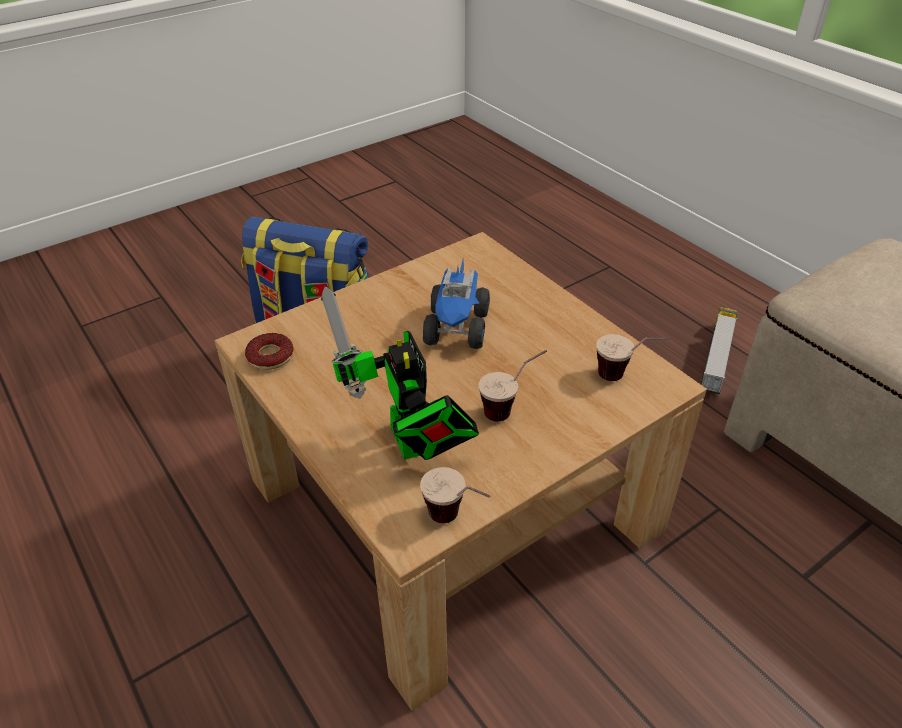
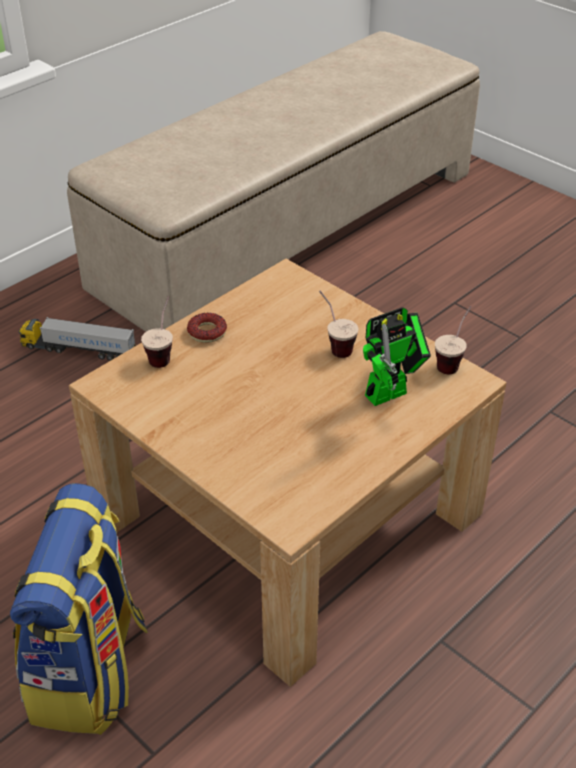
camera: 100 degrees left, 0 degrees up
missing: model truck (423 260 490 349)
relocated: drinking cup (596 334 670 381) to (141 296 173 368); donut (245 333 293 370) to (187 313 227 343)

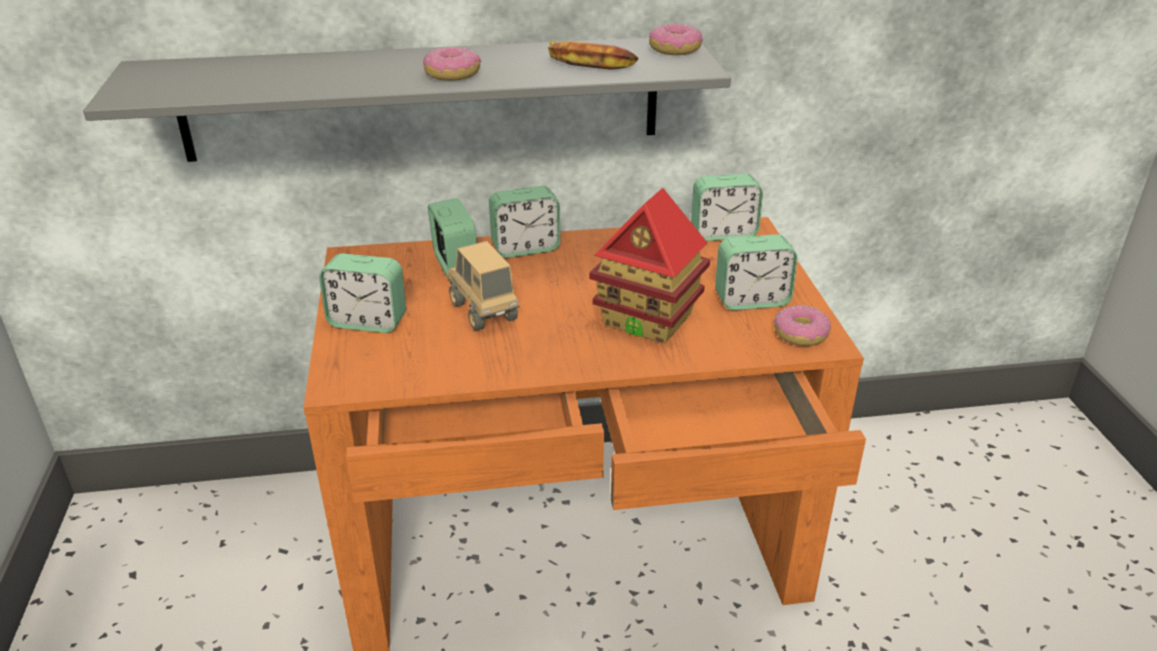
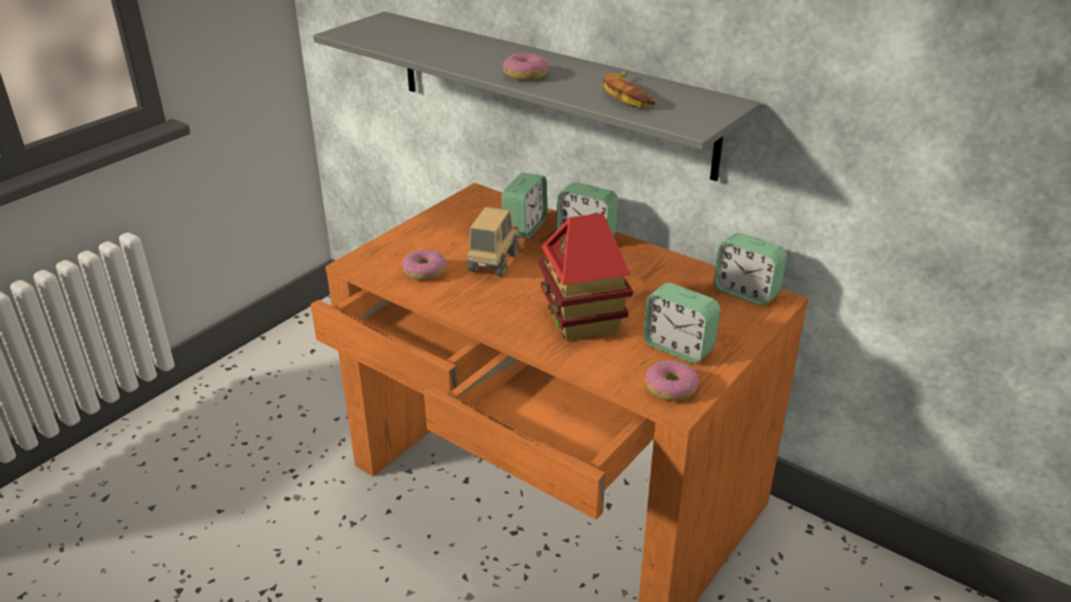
camera: 45 degrees right, 0 degrees up
missing: alarm clock (319 253 406 333)
relocated: donut (649 23 703 55) to (401 249 446 280)

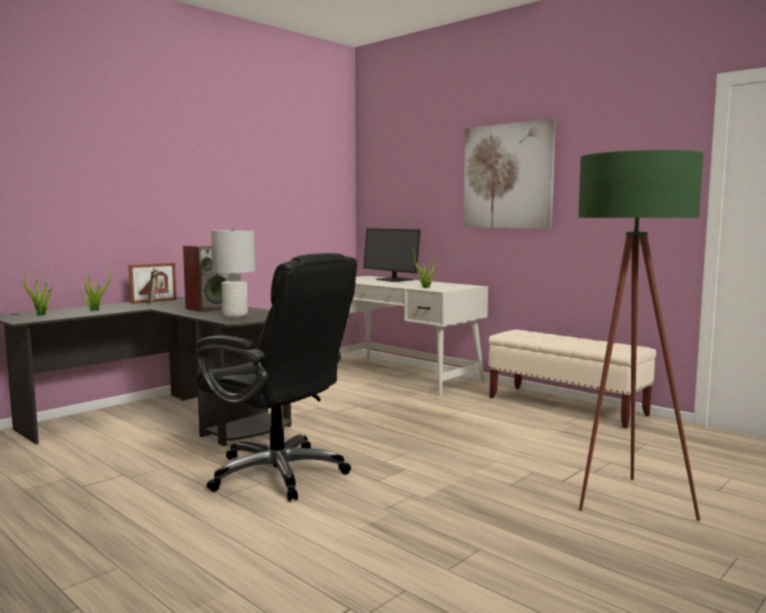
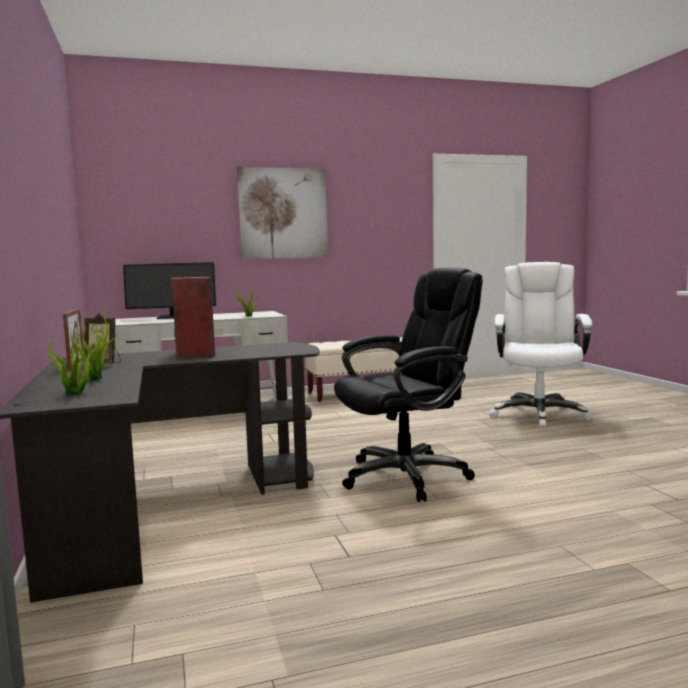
camera: 60 degrees left, 0 degrees up
missing: greyish tabletop lamp (211 229 255 318)
exchanged: green standard lamp (578 150 703 521) to white-coloured desk chair (490 262 593 427)

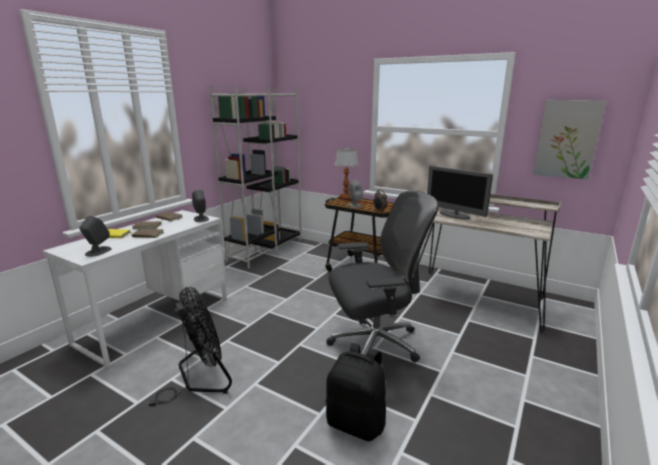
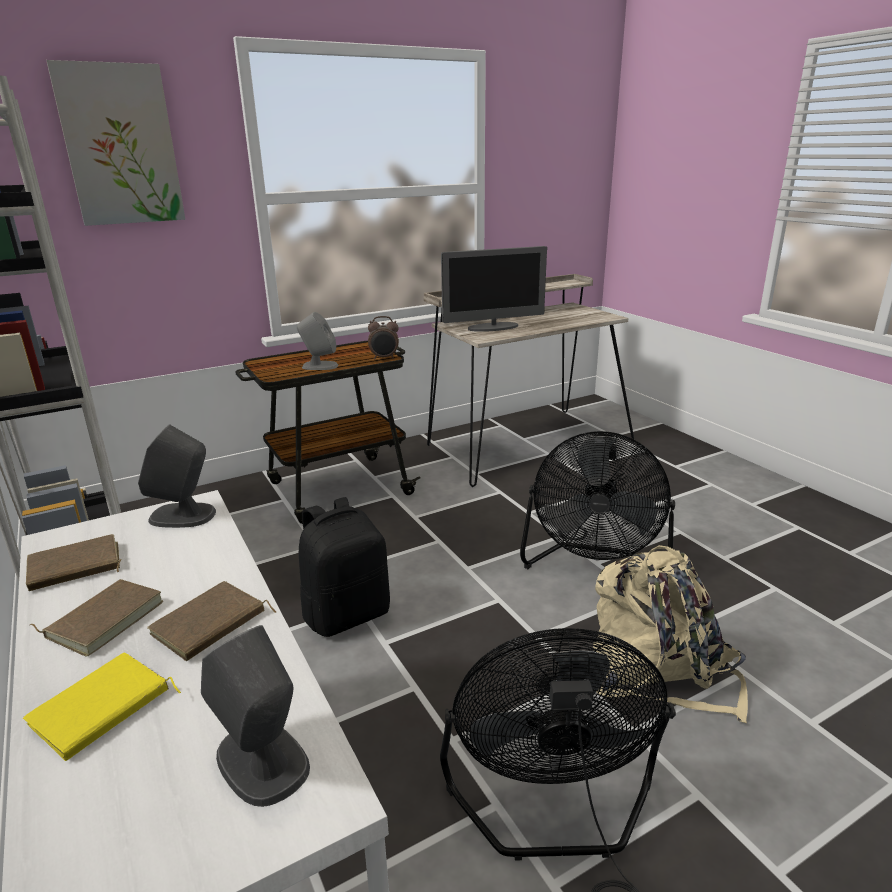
camera: 60 degrees left, 5 degrees up
missing: tabletop lamp (335 149 359 200)
appeared: beige-coloured knapsack (593 545 748 723)
relocated: picture (533 100 606 180) to (46 60 186 226); blackish knapsack (325 343 386 441) to (299 497 390 637)
exchanged: desk chair (326 191 439 362) to blackish electric fan (520 431 675 569)

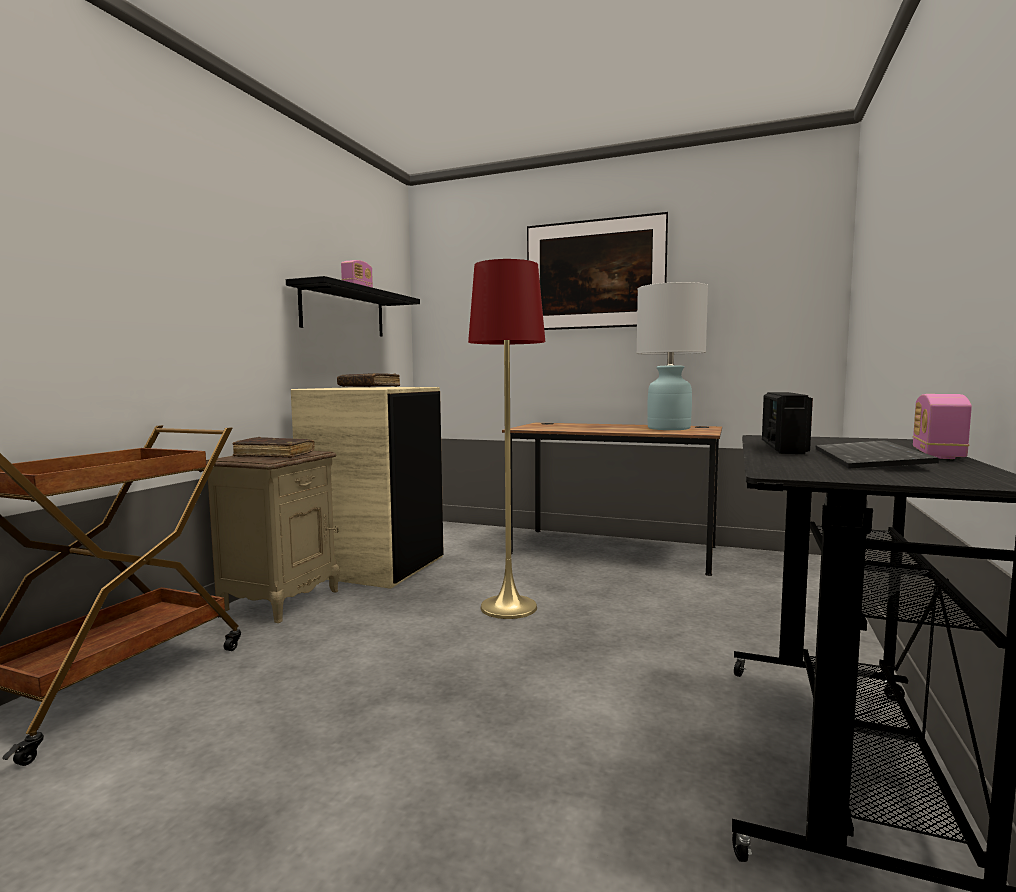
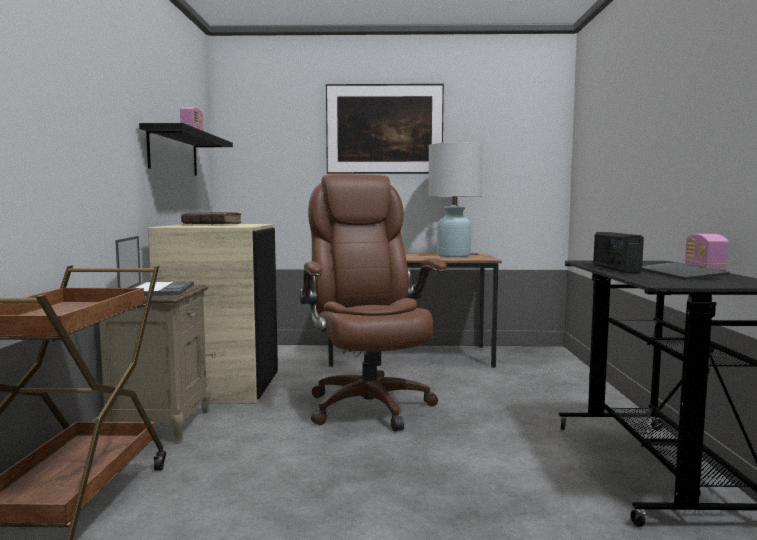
camera: 20 degrees left, 0 degrees up
exchanged: brownish bound book (232 437 315 458) to laptop (115 236 194 296); red standard lamp (468 259 545 619) to brownish desk chair (300 174 447 432)

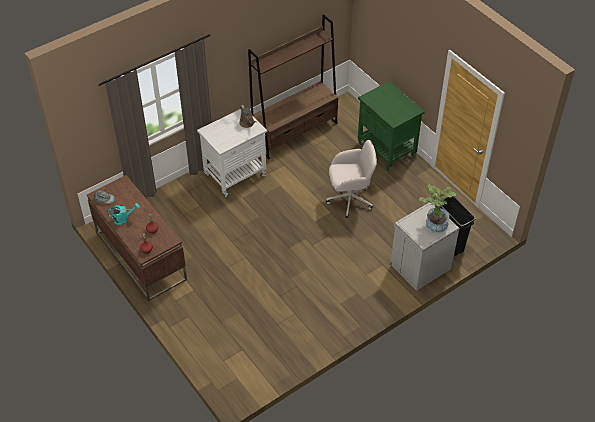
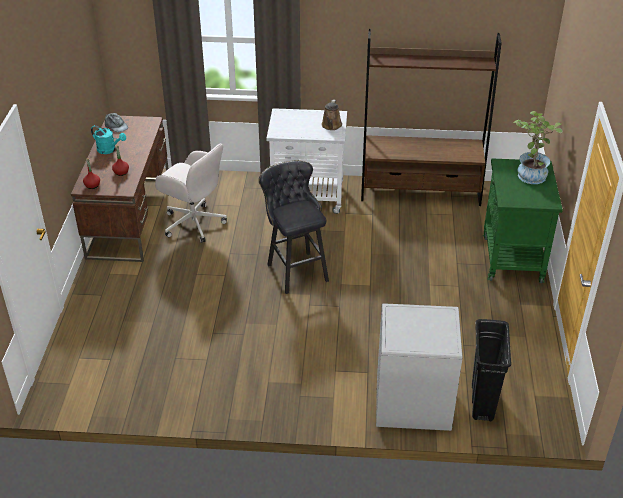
camera: 40 degrees right, 10 degrees down
appeared: blackish stool (259 160 329 294)
relocated: white-coloured desk chair (326 140 377 218) to (155 143 227 243); plant in a pot (419 184 456 233) to (514 111 562 184)

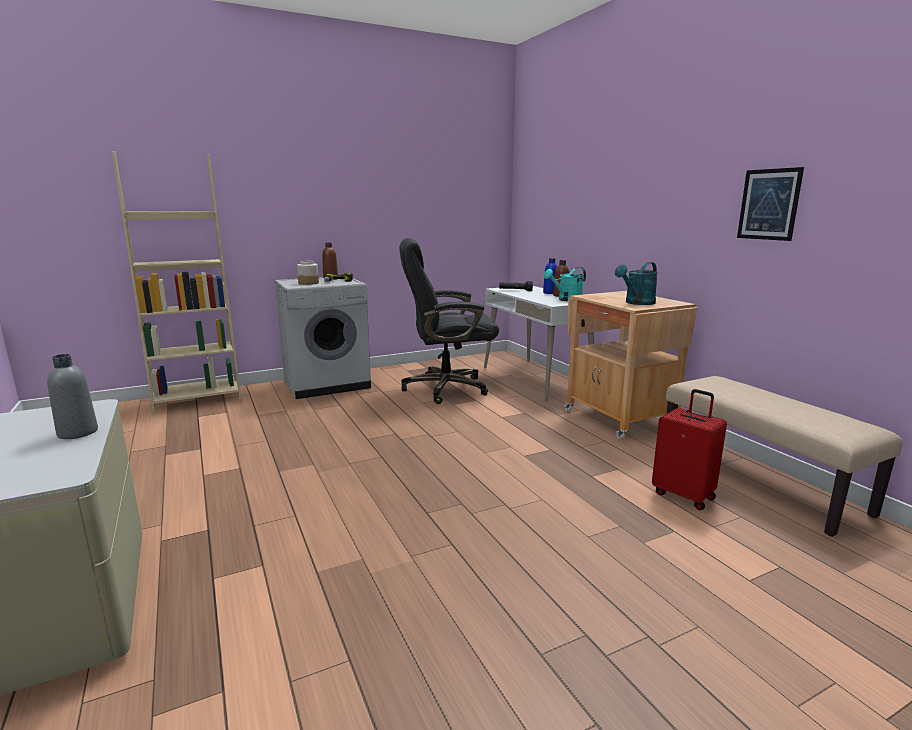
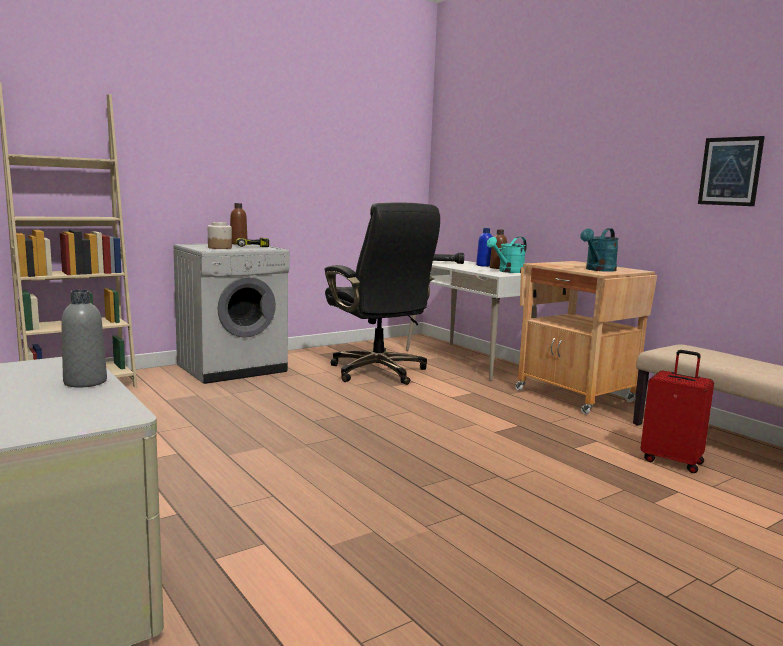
camera: 10 degrees left, 5 degrees down
spun: blackish desk chair (399 238 499 404) = (325 202 440 385) 105 degrees counterclockwise

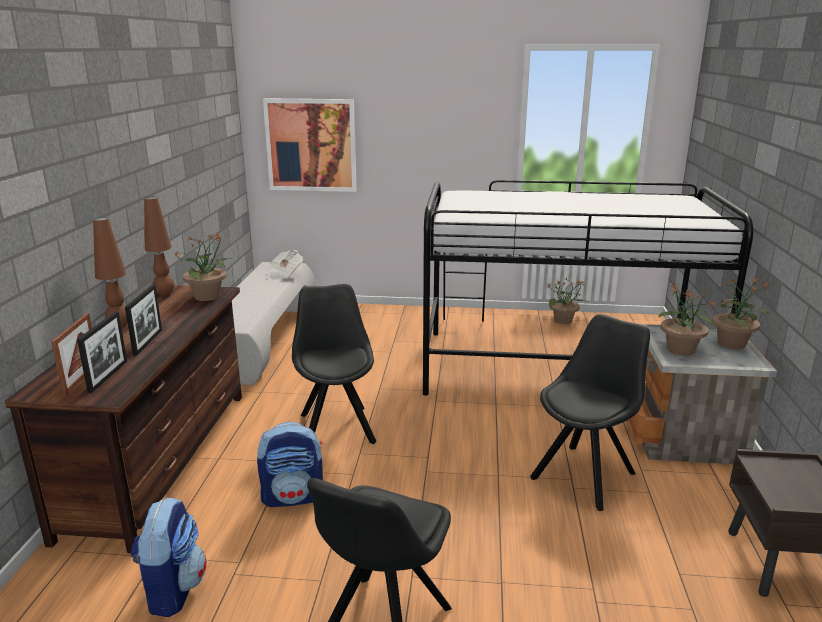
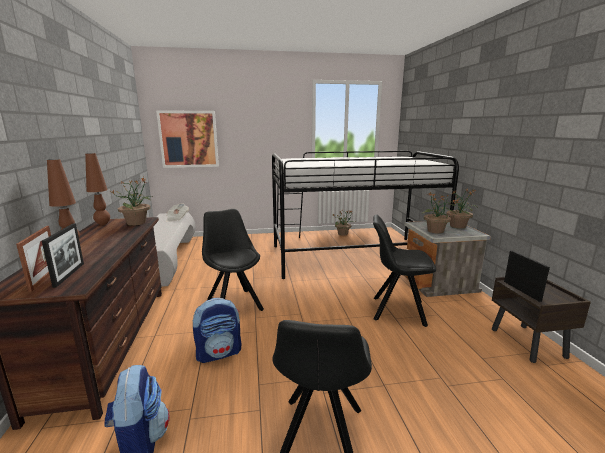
camera: 15 degrees left, 5 degrees down
relocated: picture frame (125 285 162 356) to (504 250 550 302)
spun: blackish upright chair (530 314 650 511) = (373 214 436 327) 105 degrees counterclockwise

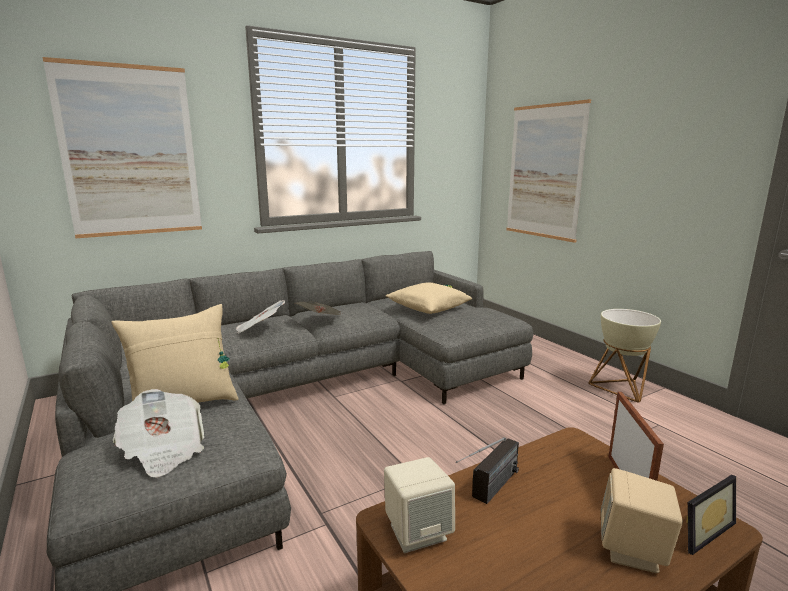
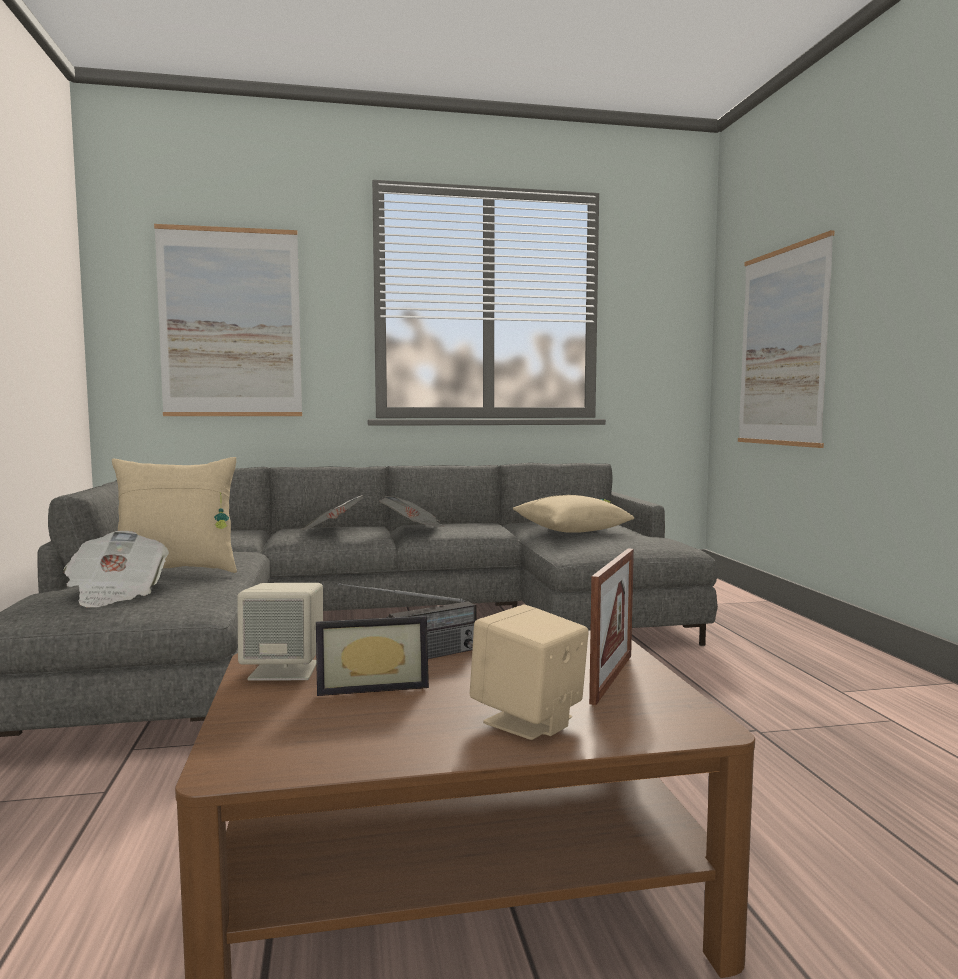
camera: 20 degrees right, 10 degrees down
missing: planter (588 309 661 403)
relocated: picture frame (687 475 736 555) to (316 616 429 696)

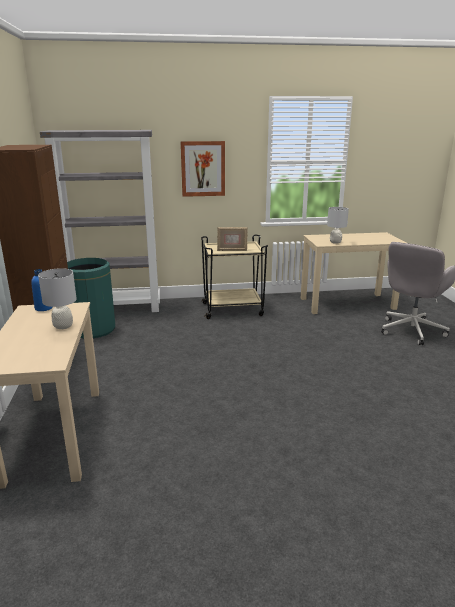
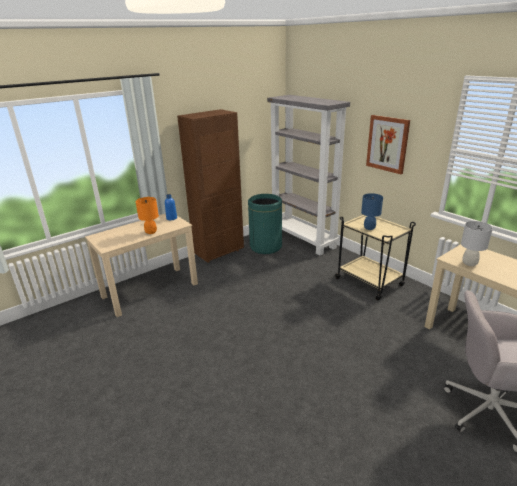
camera: 60 degrees right, 5 degrees up
exchanged: picture frame (217 227 248 251) to bluish tabletop lamp (361 193 383 230)
colour: greyish tabletop lamp (38 268 77 330) to orangey tabletop lamp (136 197 159 234)

